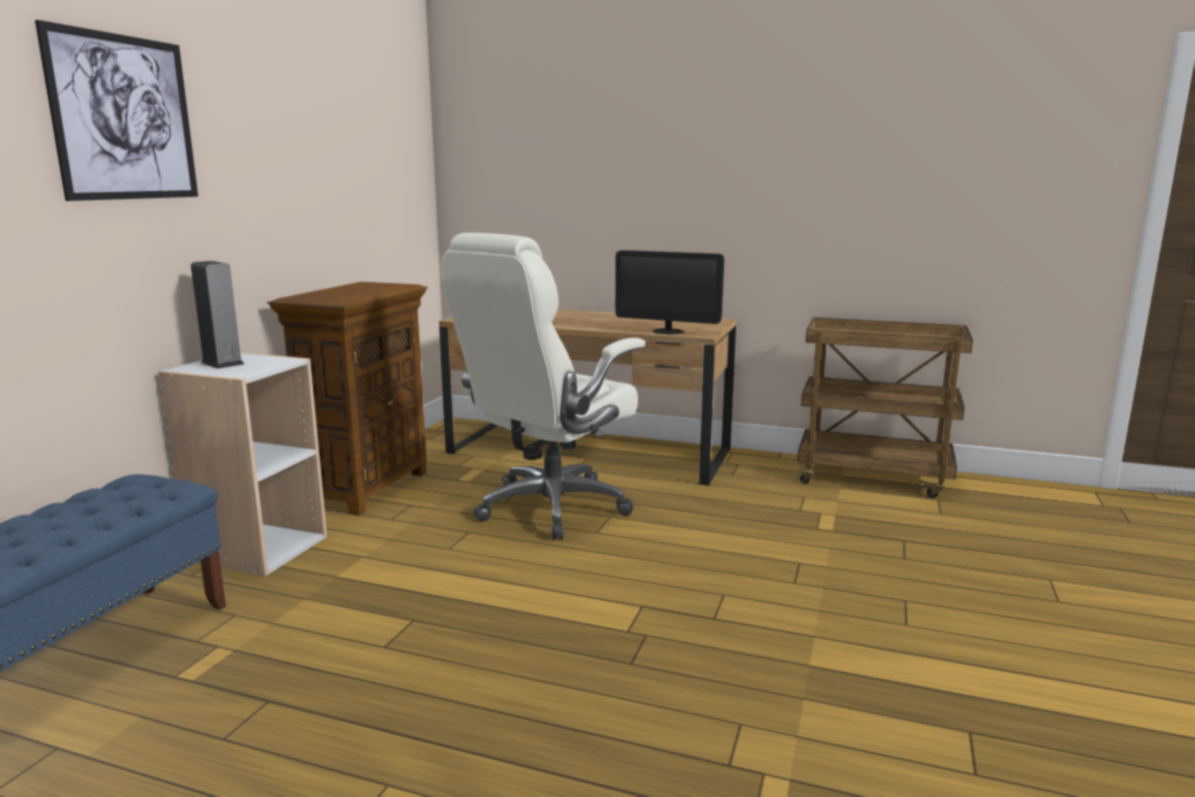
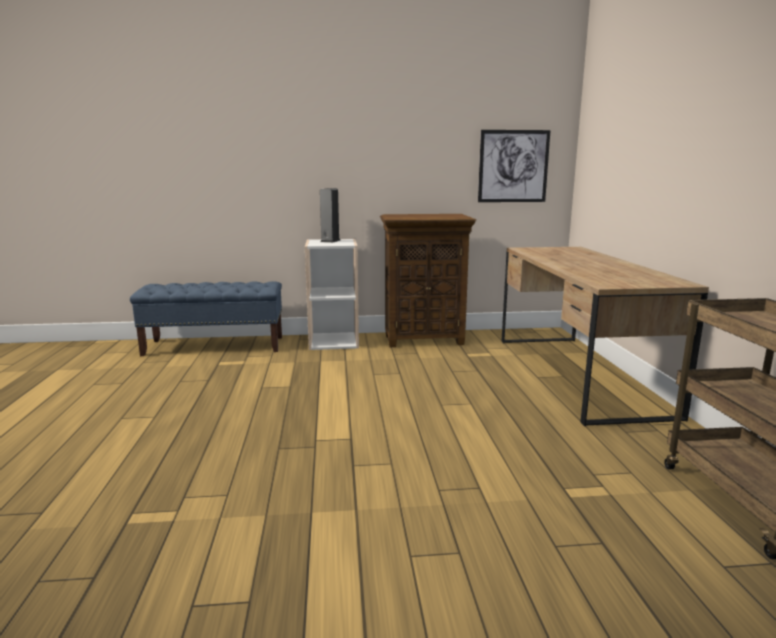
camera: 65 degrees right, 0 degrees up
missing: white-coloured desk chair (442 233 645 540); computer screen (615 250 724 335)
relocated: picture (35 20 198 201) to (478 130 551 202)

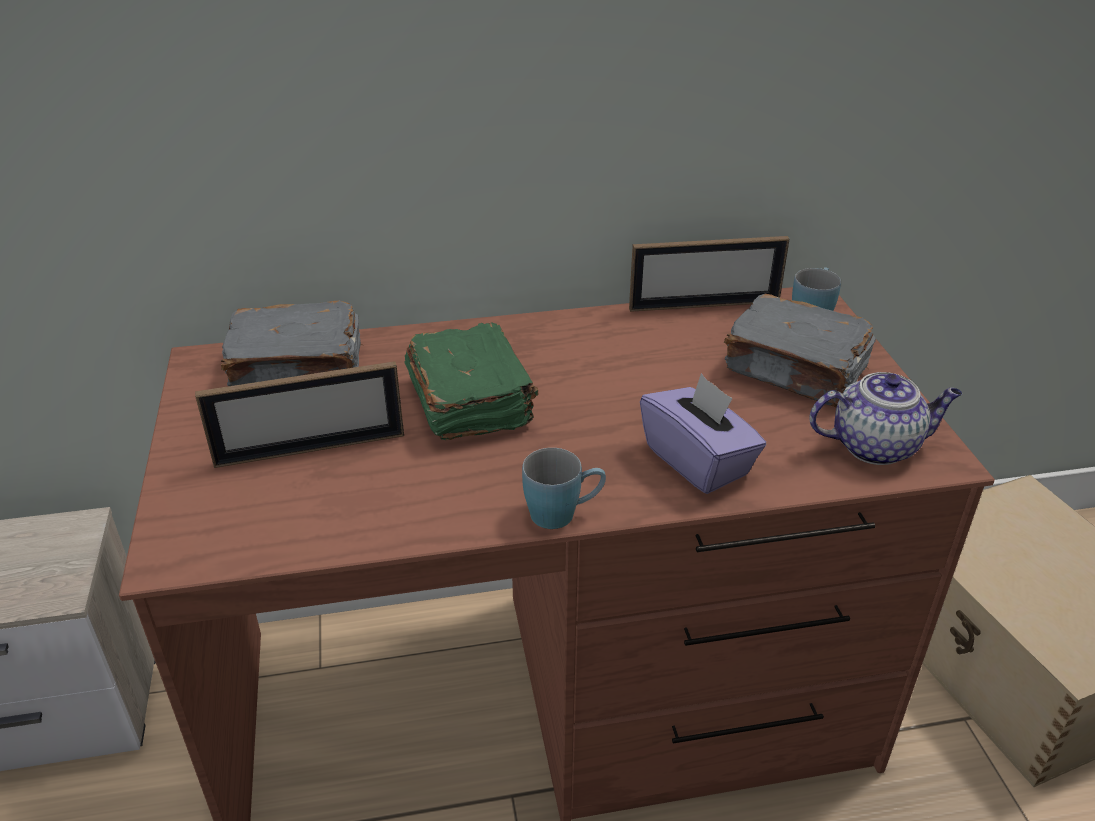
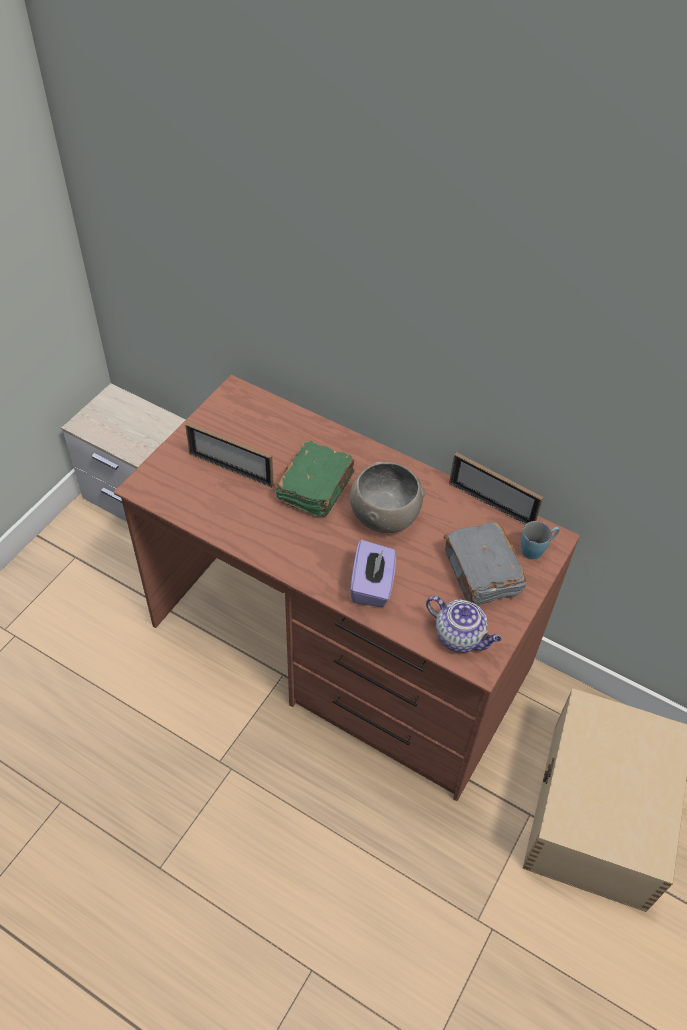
camera: 40 degrees right, 15 degrees up
missing: greyish bound book (221 301 363 386); bluish coffee mug (522 448 606 529)
appeared: greyish deep dish (350 462 425 533)

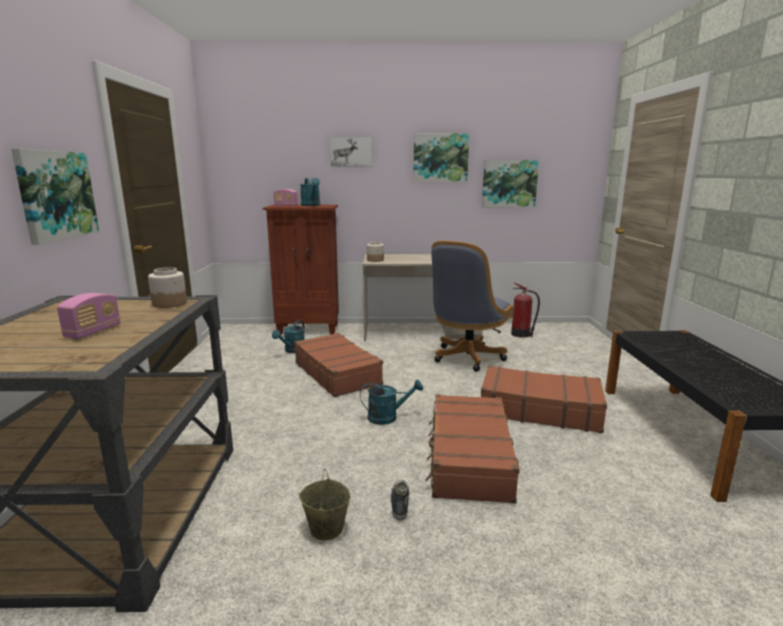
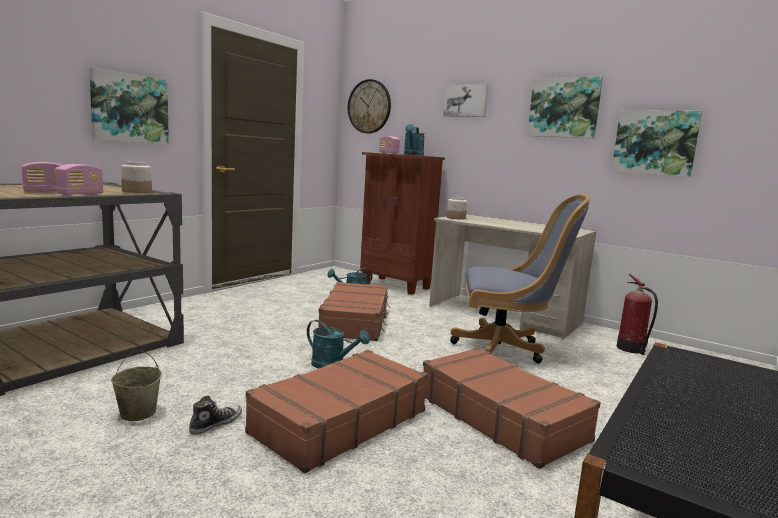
camera: 35 degrees right, 5 degrees down
appeared: radio receiver (55 164 103 196); clock on the wall (348 79 391 134)
spun: bluish desk chair (431 241 513 372) = (450 194 590 364) 150 degrees counterclockwise

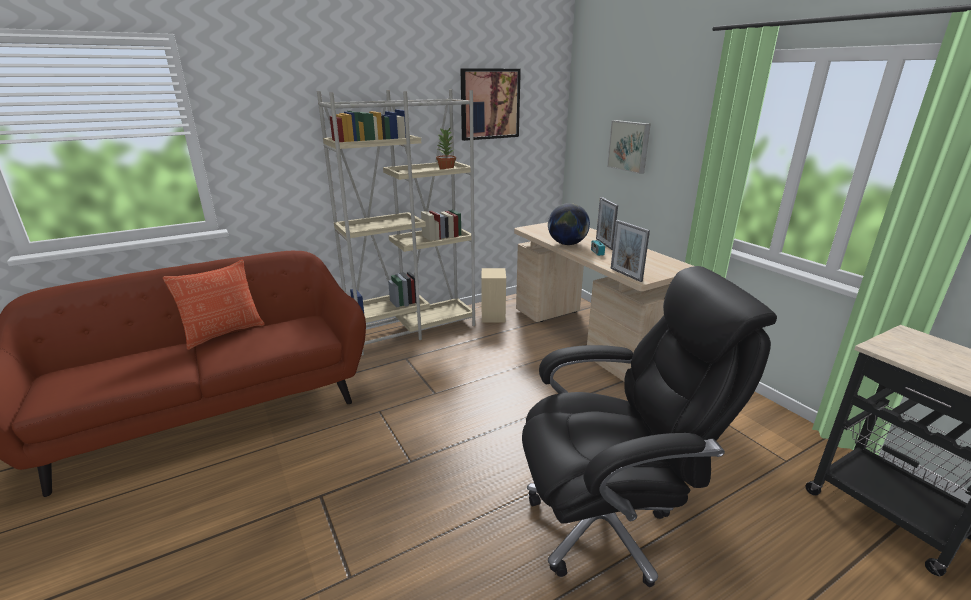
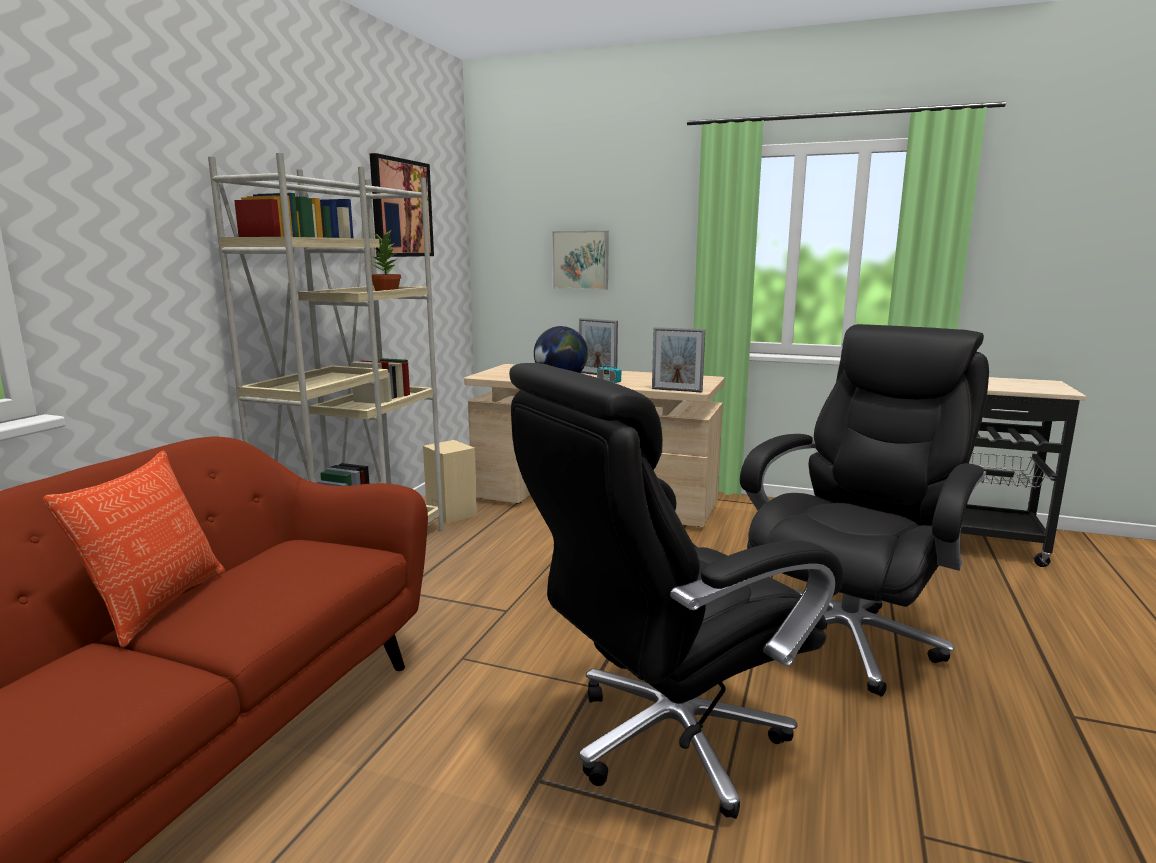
camera: 40 degrees left, 10 degrees down
appeared: blackish desk chair (509 363 844 819)

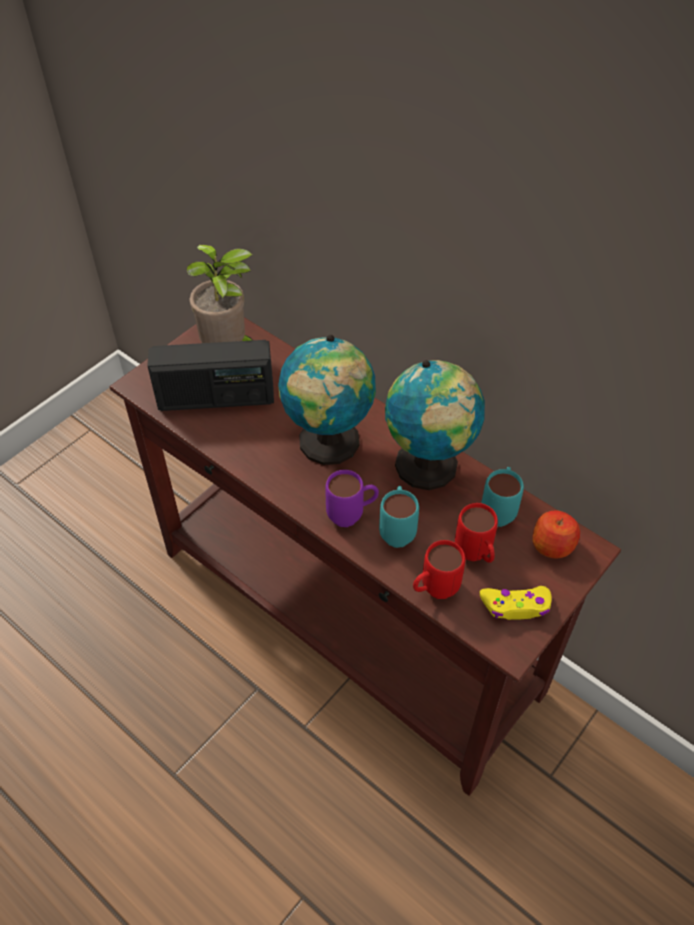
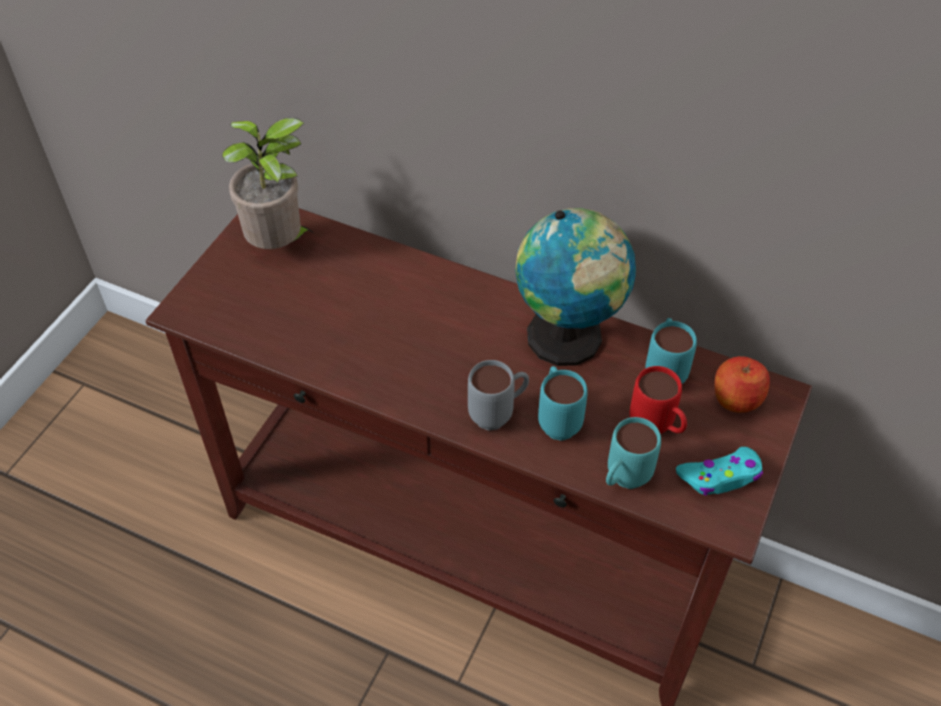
camera: 15 degrees left, 0 degrees up
missing: radio receiver (147 340 274 411); desk globe (278 335 376 465)
colour: purple-coloured coffee mug (325 470 379 527) to greyish coffee mug (468 360 529 430); red coffee mug (413 540 465 599) to turquoise coffee mug (606 417 661 489); yellowish game controller (480 586 552 620) to turquoise game controller (676 447 763 496)

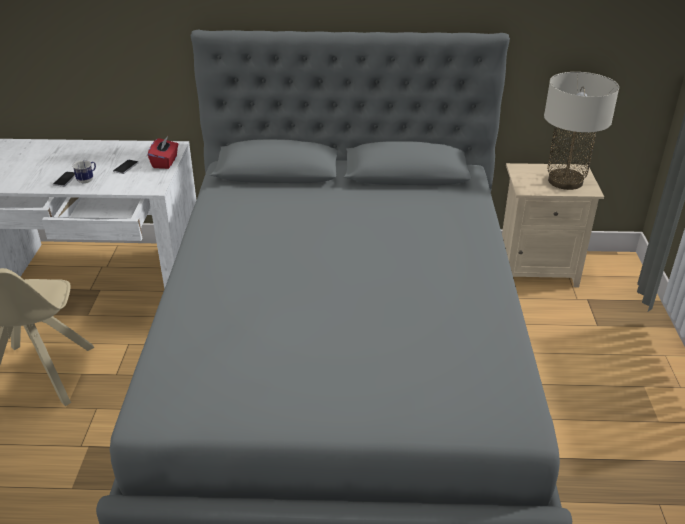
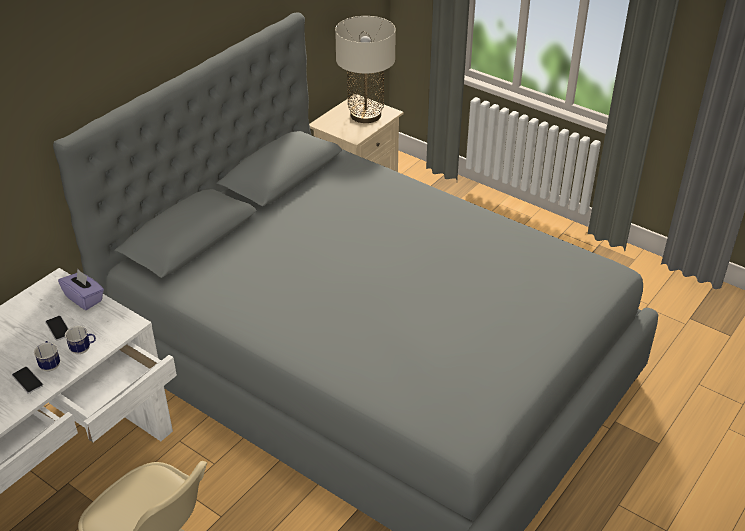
camera: 55 degrees left, 5 degrees up
appeared: coffee mug (65 326 96 354)
colour: red box of tissues (148 136 178 169) to purple-coloured box of tissues (58 268 104 310)

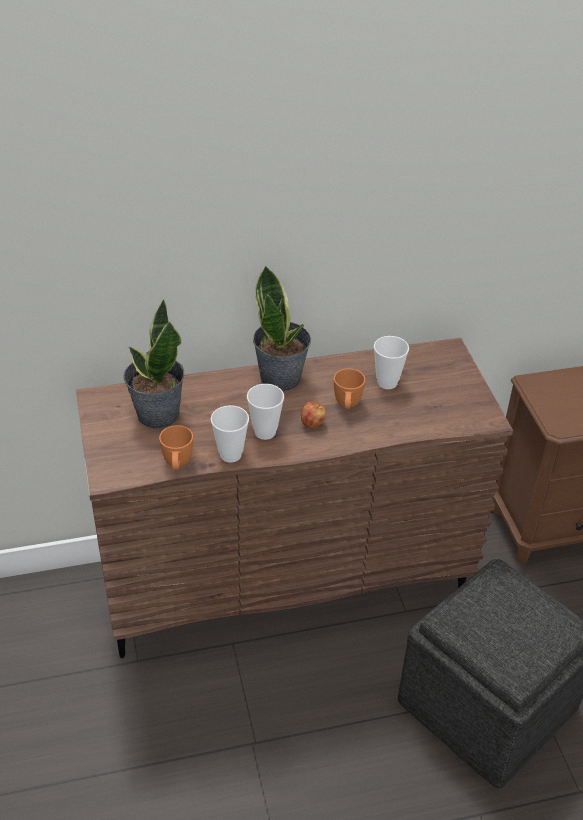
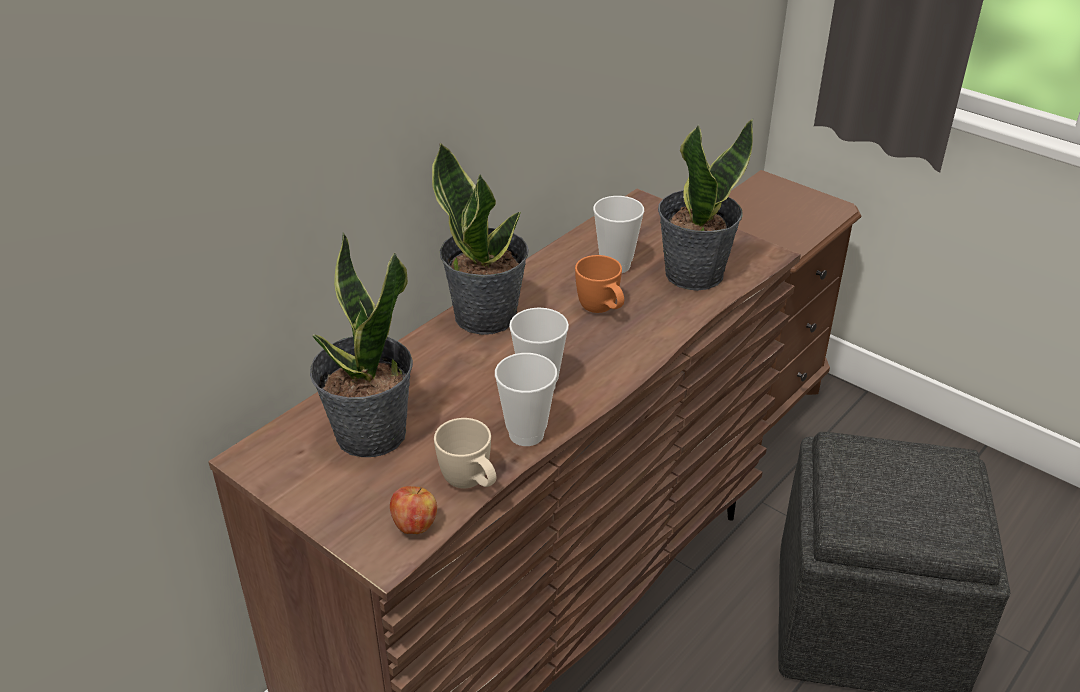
camera: 35 degrees left, 5 degrees down
appeared: plant in a pot (658 118 754 291)
relocated: apple fruit (301 401 326 428) to (390 486 437 534)
colour: orangey coffee mug (159 425 193 470) to beige-coloured coffee mug (434 418 497 489)

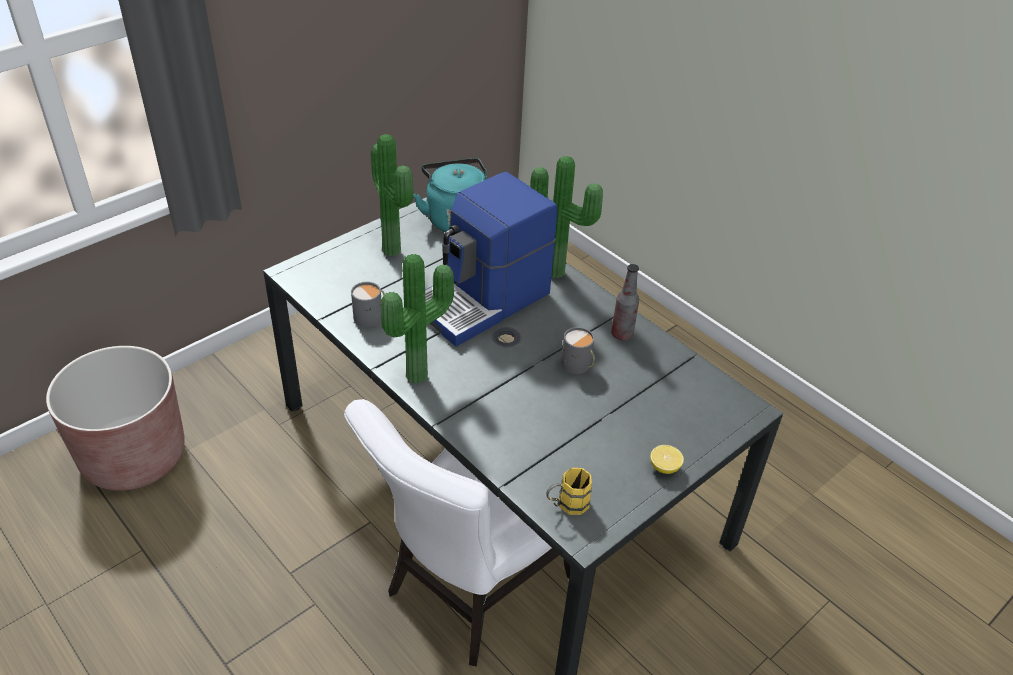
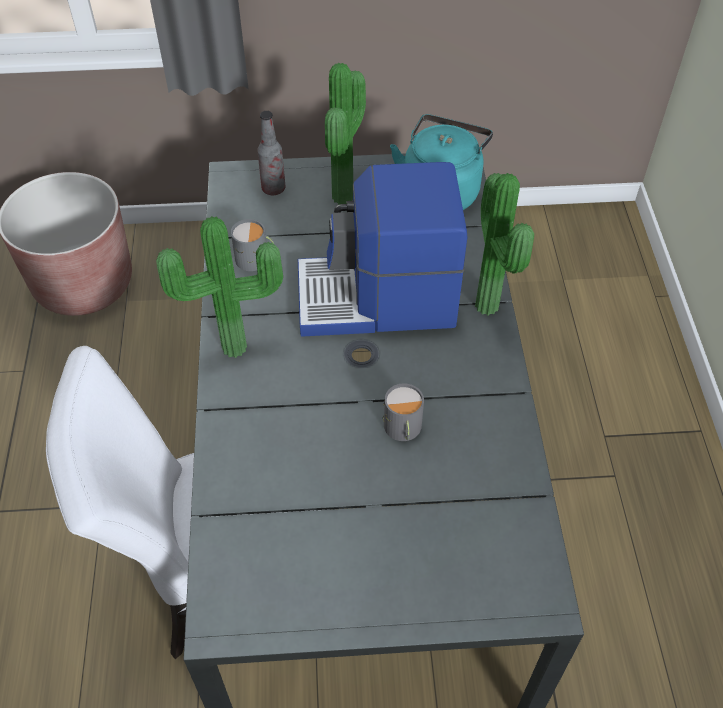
camera: 40 degrees right, 10 degrees up
missing: yellowish coffee mug (546 468 592 515); whole lemon (650 445 684 474)
relocated: drink bottle (611 264 639 340) to (257 111 285 195)

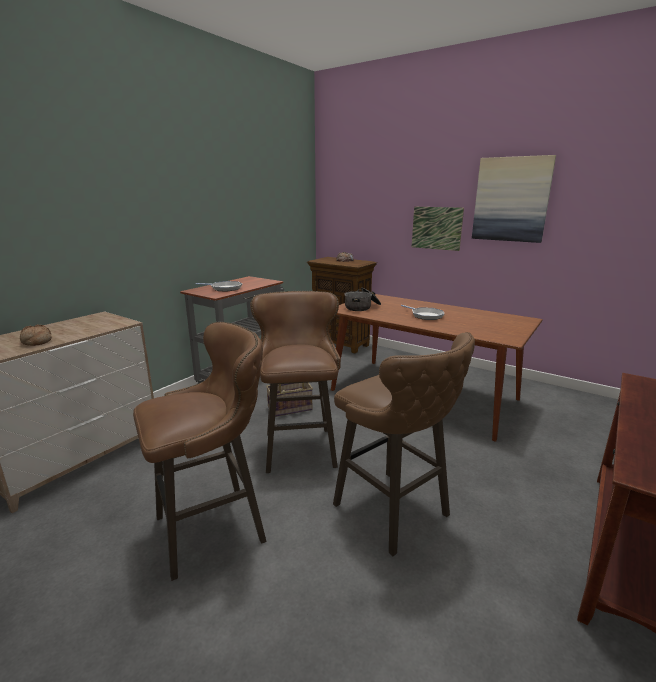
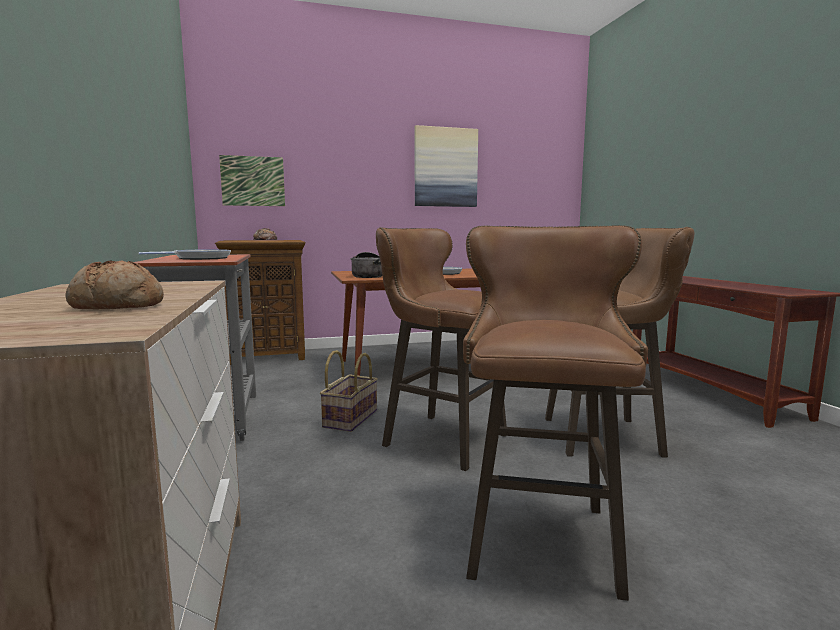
camera: 50 degrees left, 10 degrees down
relocated: picture (412 207 464 251) to (219 155 285 206)

